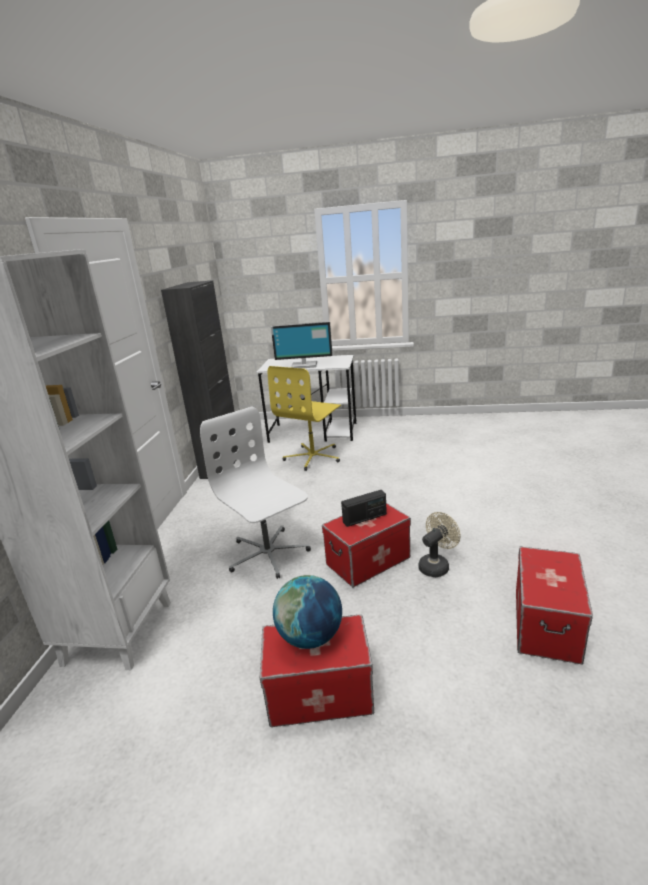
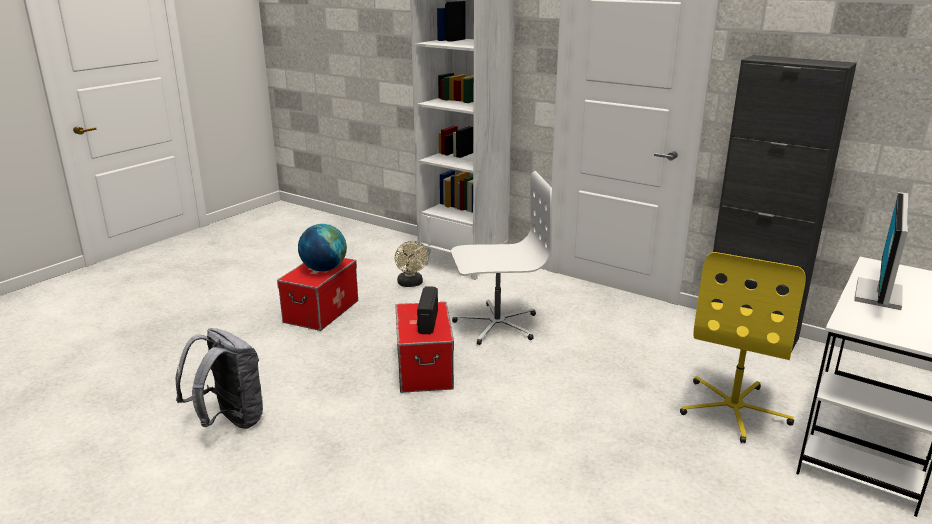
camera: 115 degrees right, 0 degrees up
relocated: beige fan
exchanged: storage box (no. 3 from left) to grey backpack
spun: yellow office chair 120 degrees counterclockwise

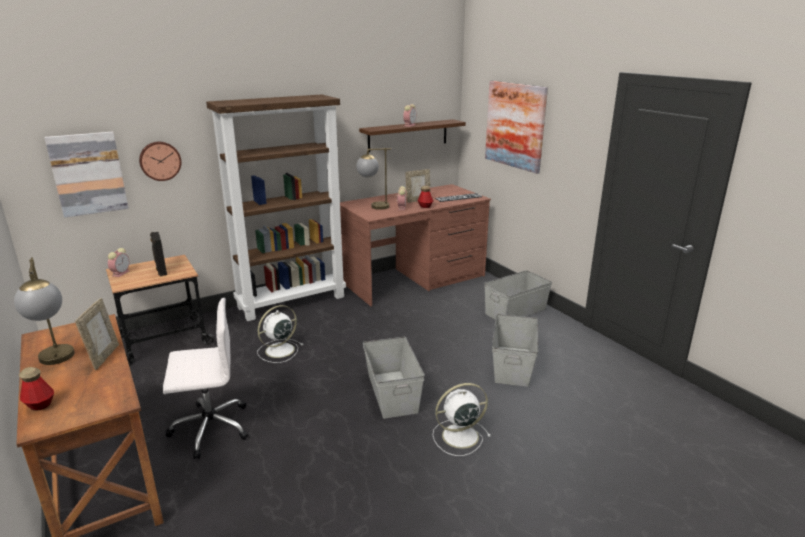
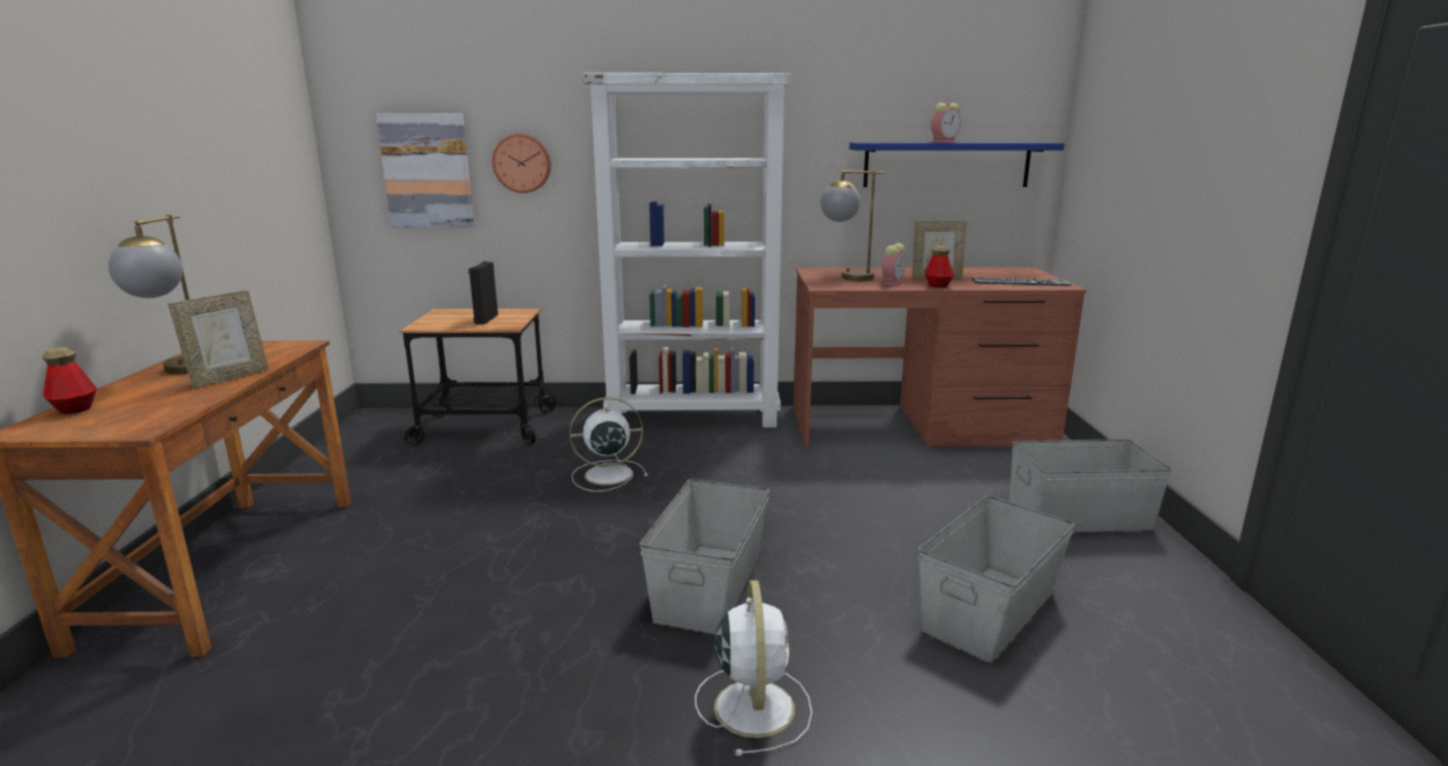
camera: 30 degrees right, 5 degrees down
missing: alarm clock (no. 1 from left); white office chair; picture (no. 2 from left)
colour: brown bookcase to white bookcase; brown shelf to blue shelf
spun: white fan (no. 2 from left) 75 degrees clockwise

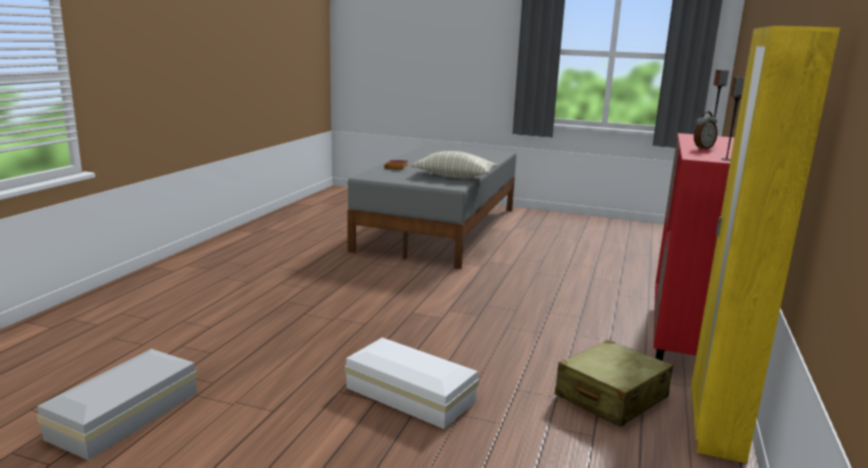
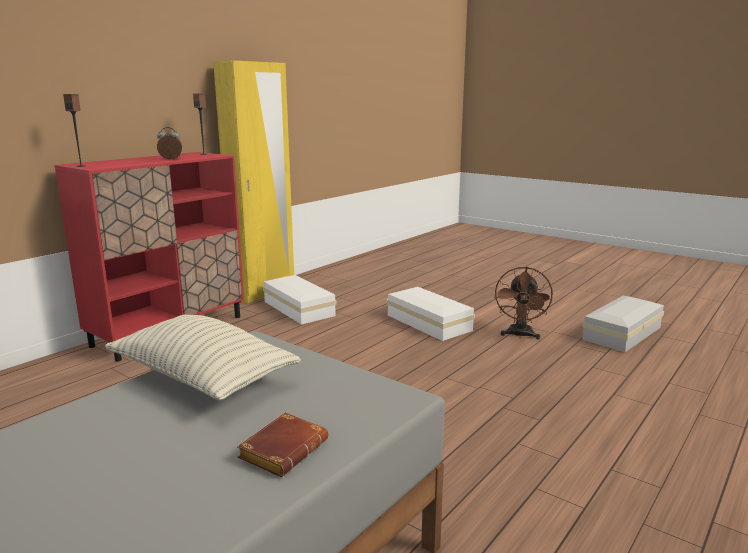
camera: 160 degrees left, 0 degrees up
appeared: brown fan
exchanged: beige suitcase to white storage box (no. 1 from left)

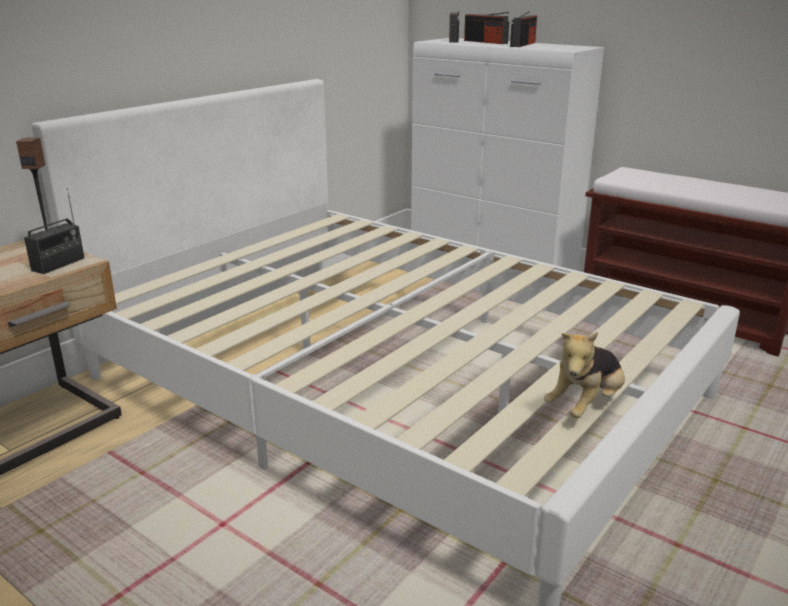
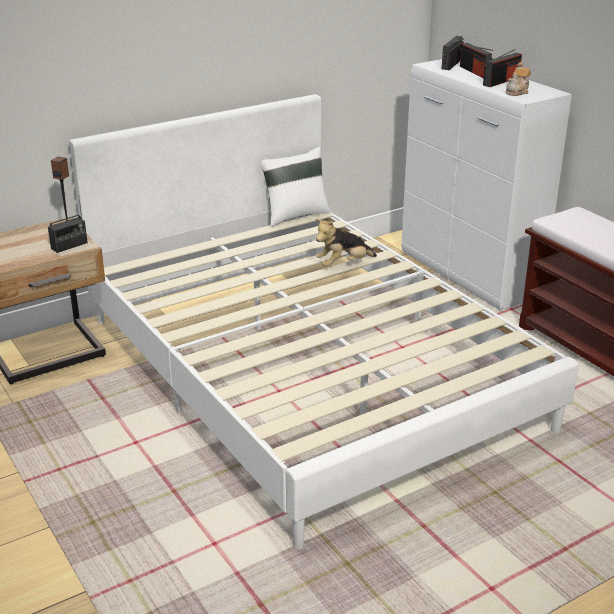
camera: 20 degrees right, 5 degrees up
appeared: white pillow; teapot
relocated: plush toy

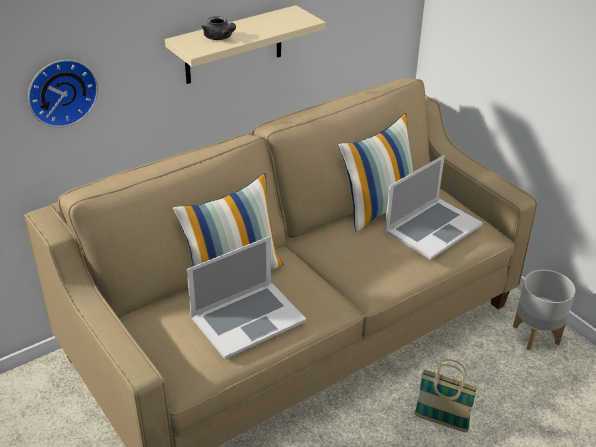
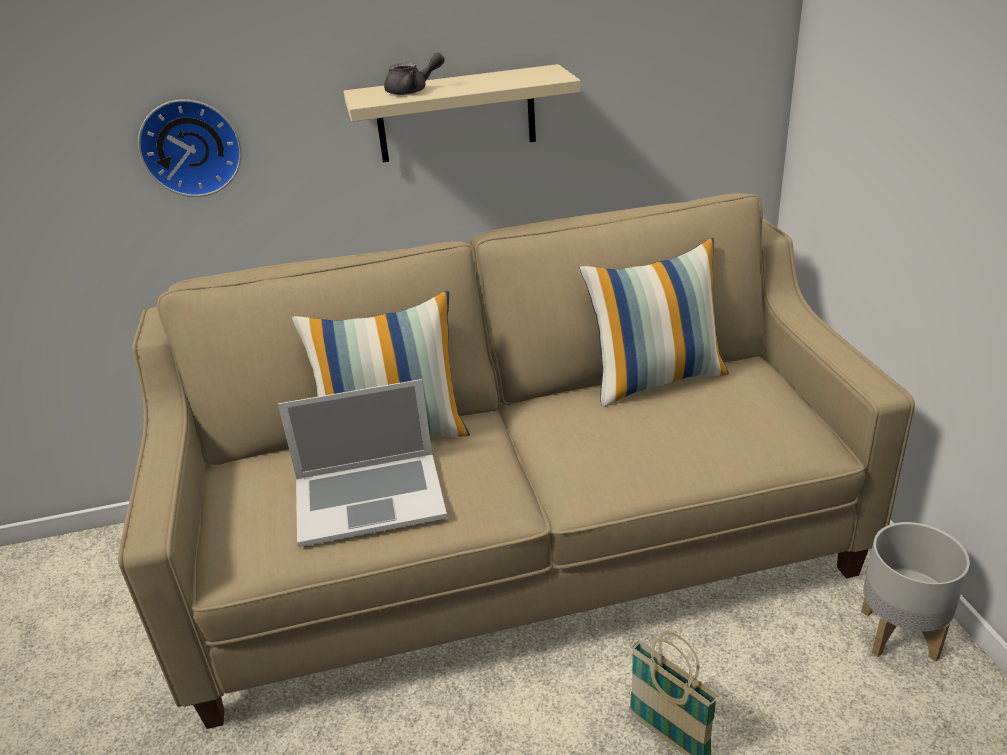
camera: 25 degrees right, 5 degrees down
missing: laptop (no. 2 from left)
spun: grey teapot 90 degrees counterclockwise

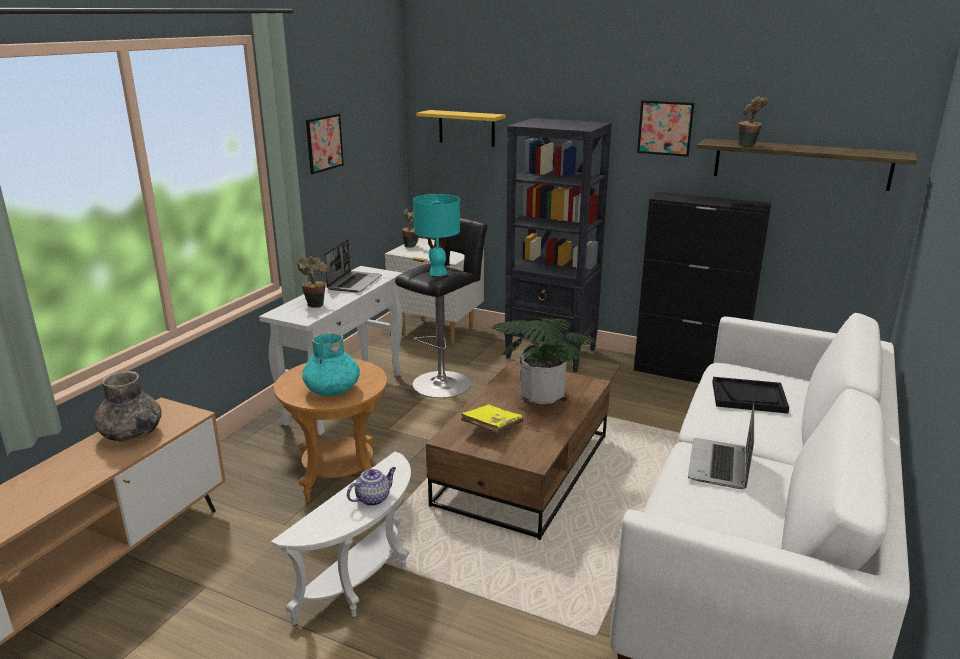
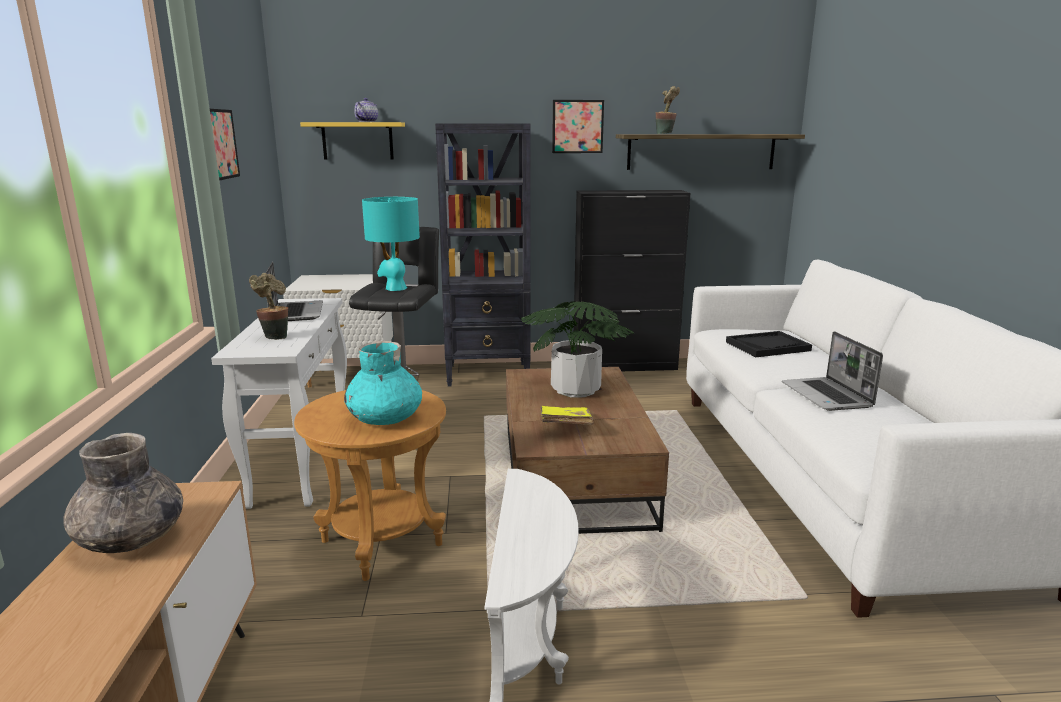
camera: 30 degrees left, 5 degrees down
missing: potted plant (no. 2 from left)
relocated: teapot

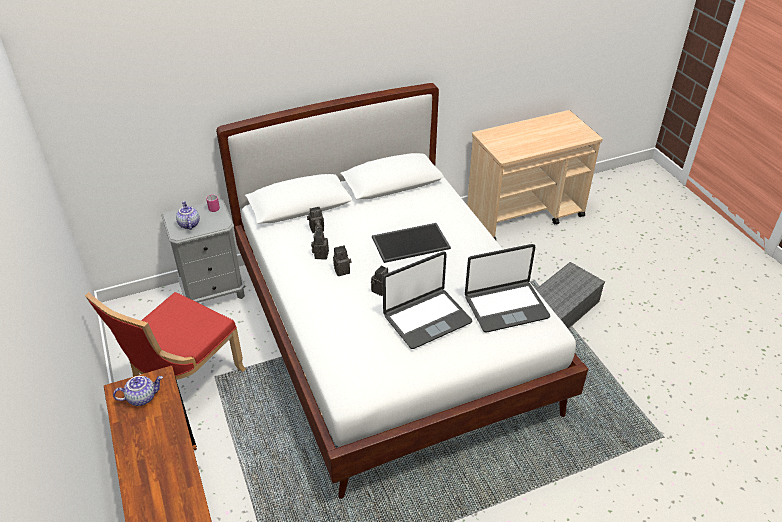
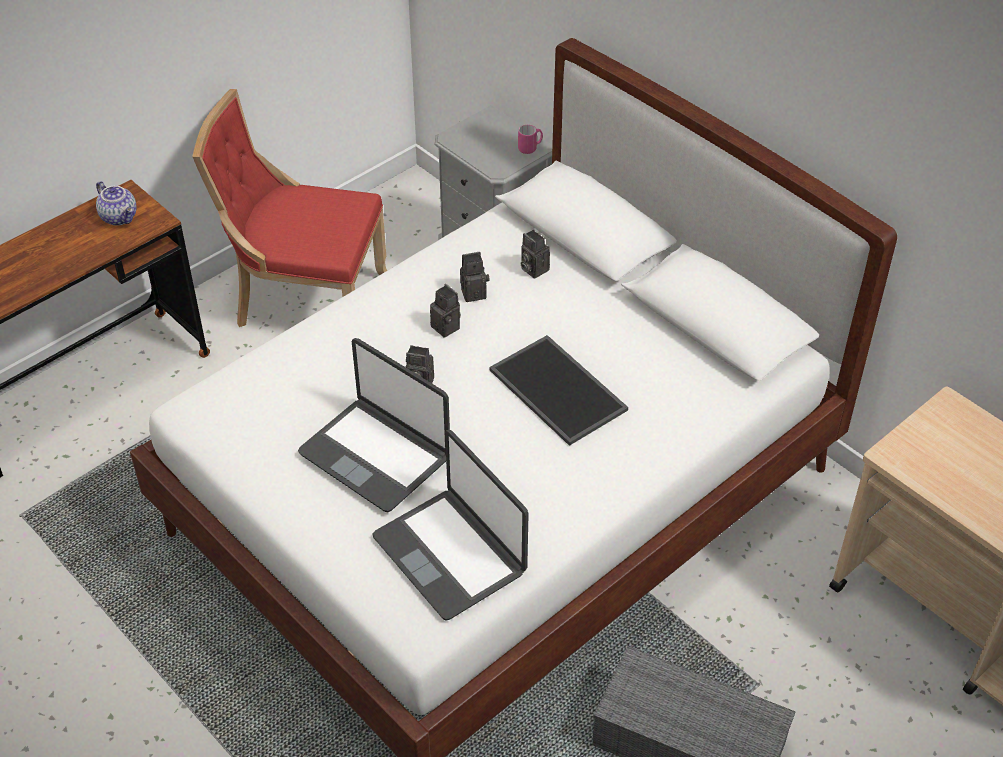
camera: 70 degrees right, 5 degrees up
missing: teapot (no. 2 from left)

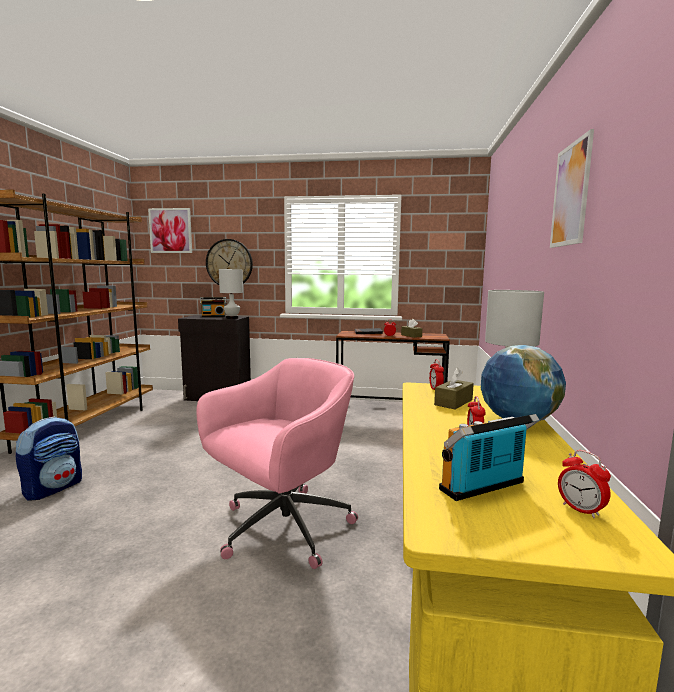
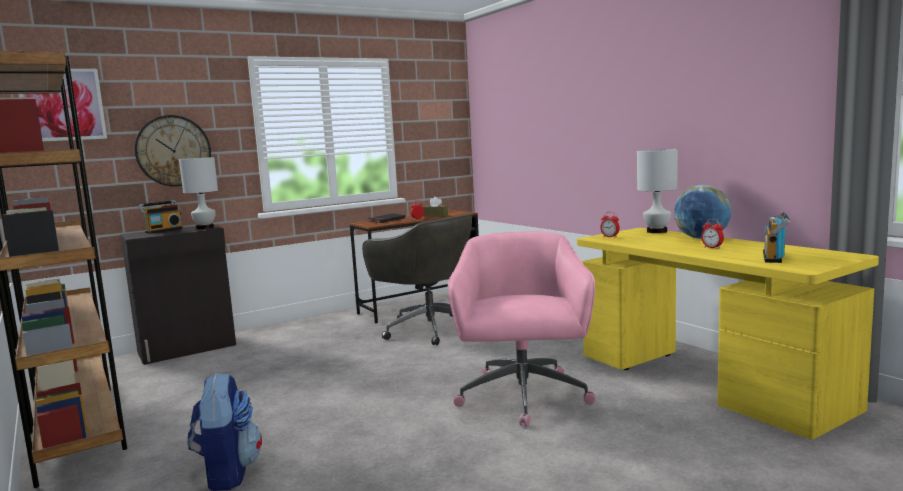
camera: 40 degrees left, 0 degrees up
missing: brown tissue box (no. 2 from left); picture (no. 2 from left); alarm clock (no. 4 from left)
appeared: grey office chair

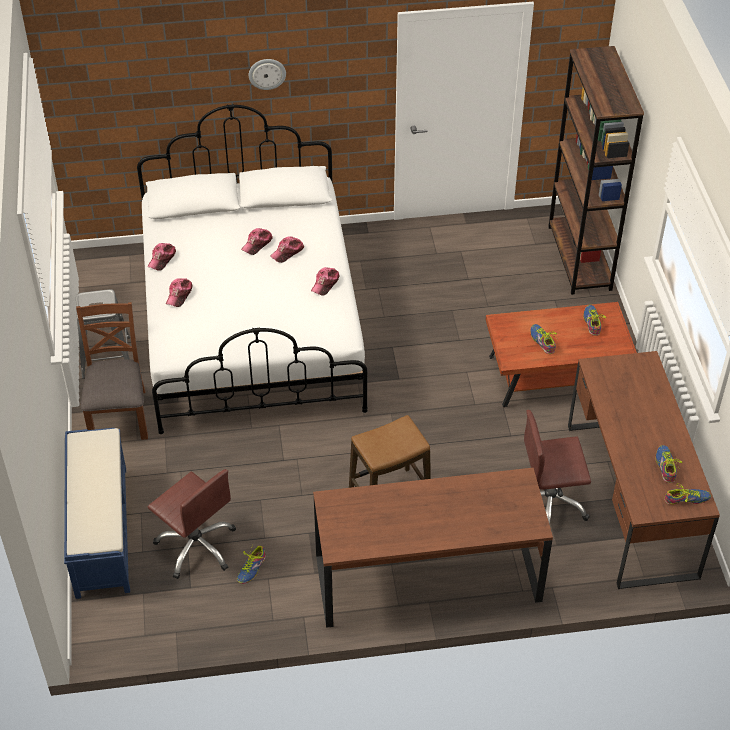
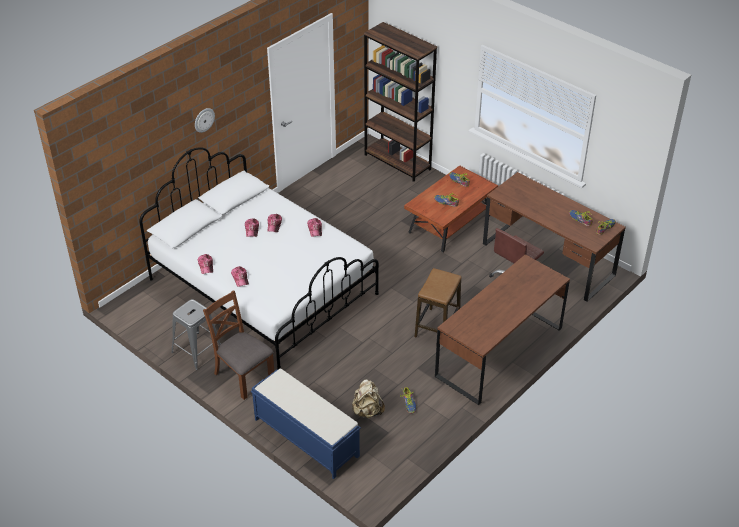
camera: 40 degrees left, 5 degrees down
exchanged: brown office chair (no. 1 from left) to beige backpack

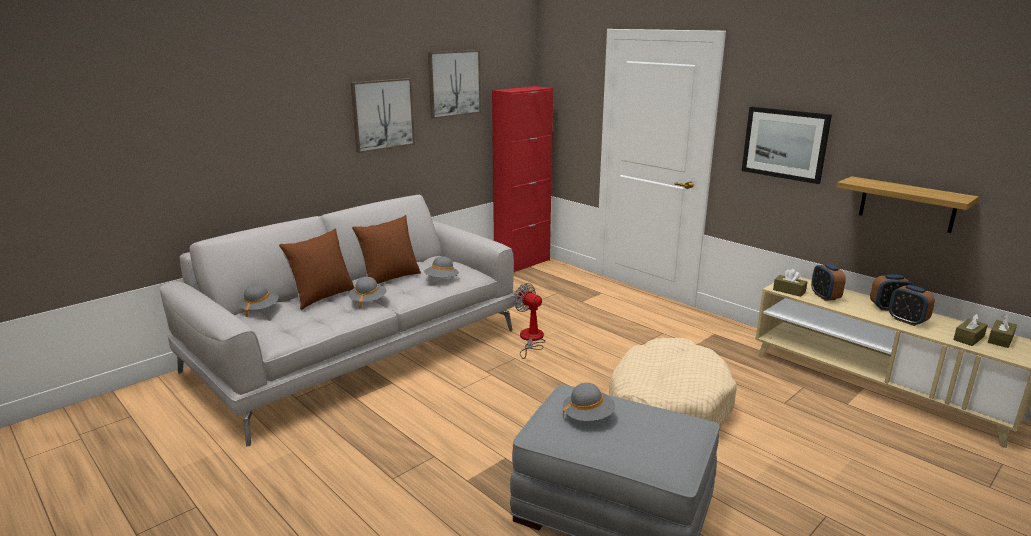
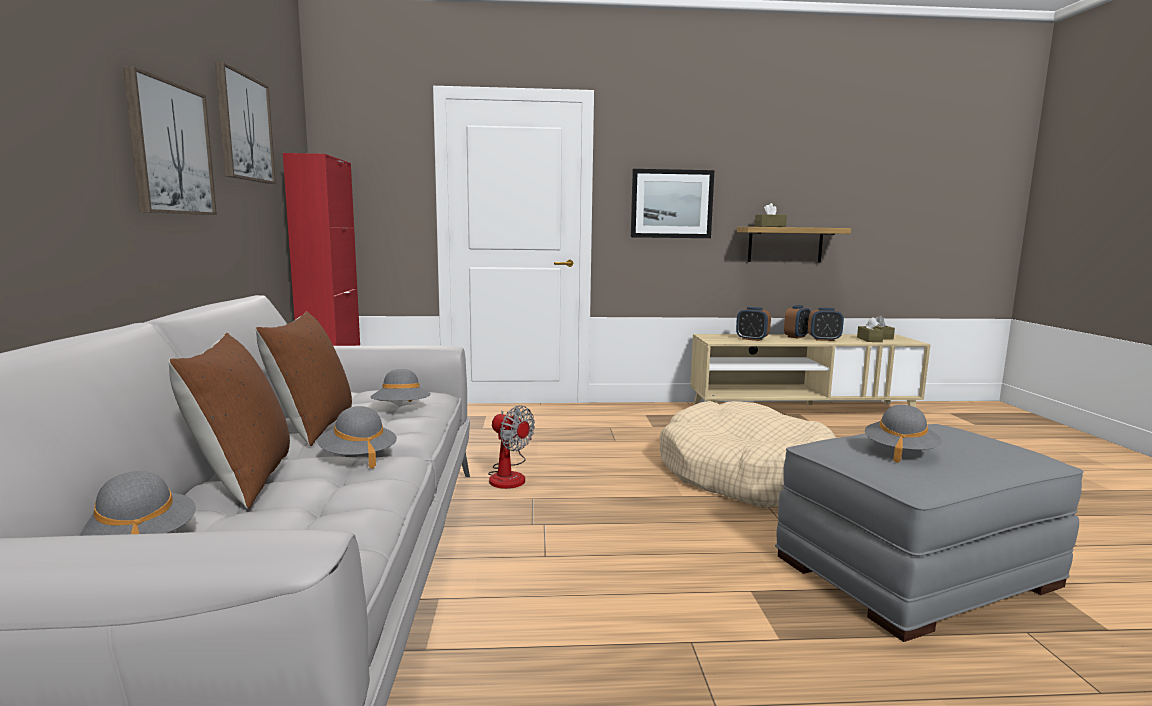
camera: 50 degrees left, 10 degrees down
relocated: brown tissue box (no. 1 from left)
spun: fan 135 degrees counterclockwise

